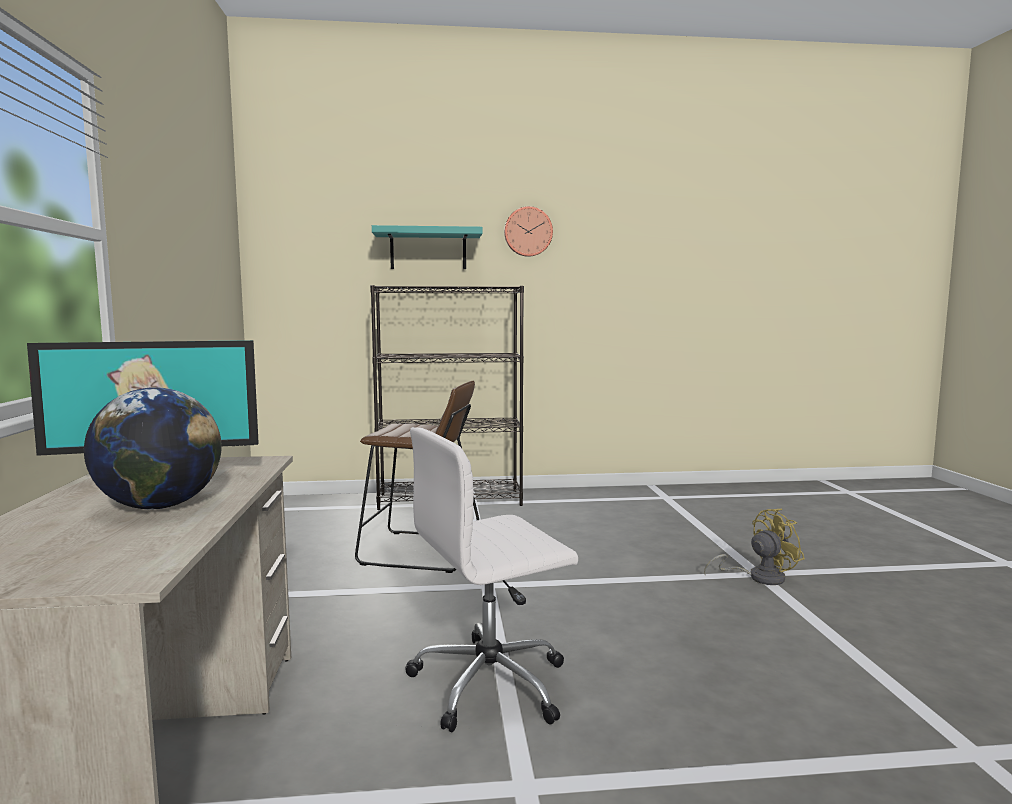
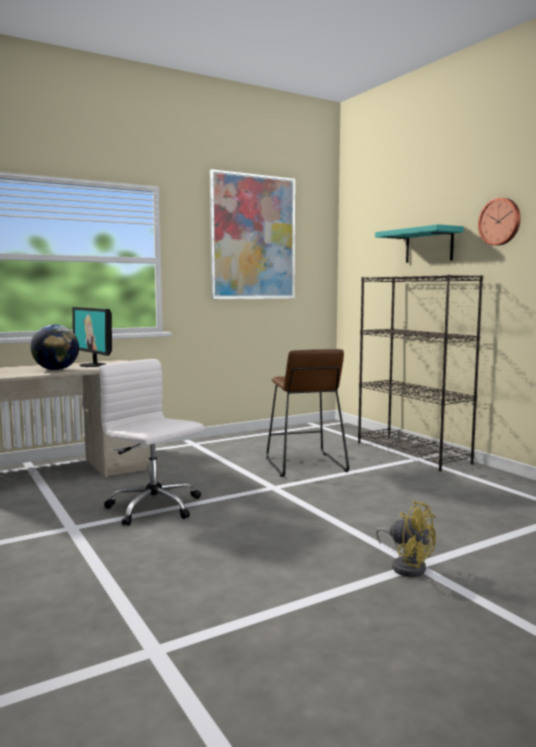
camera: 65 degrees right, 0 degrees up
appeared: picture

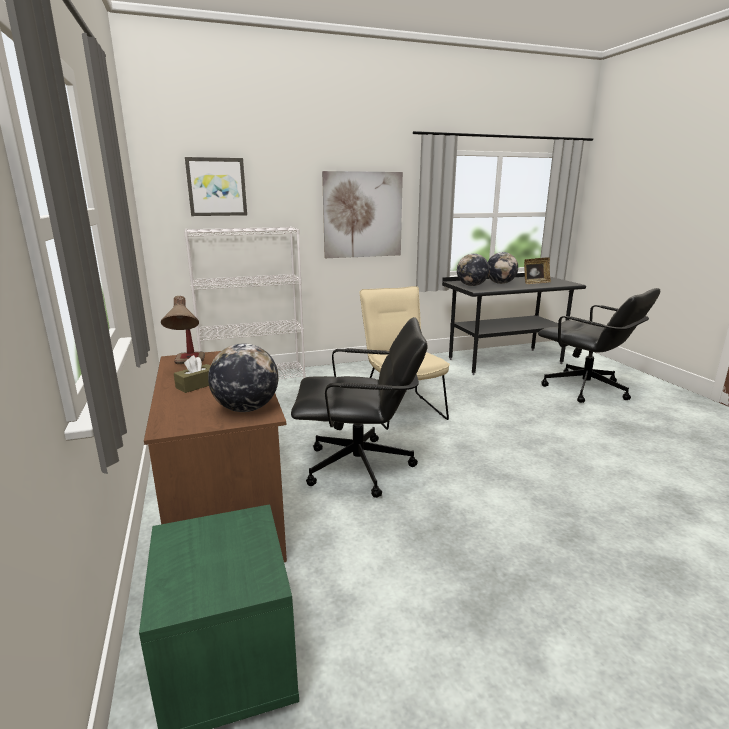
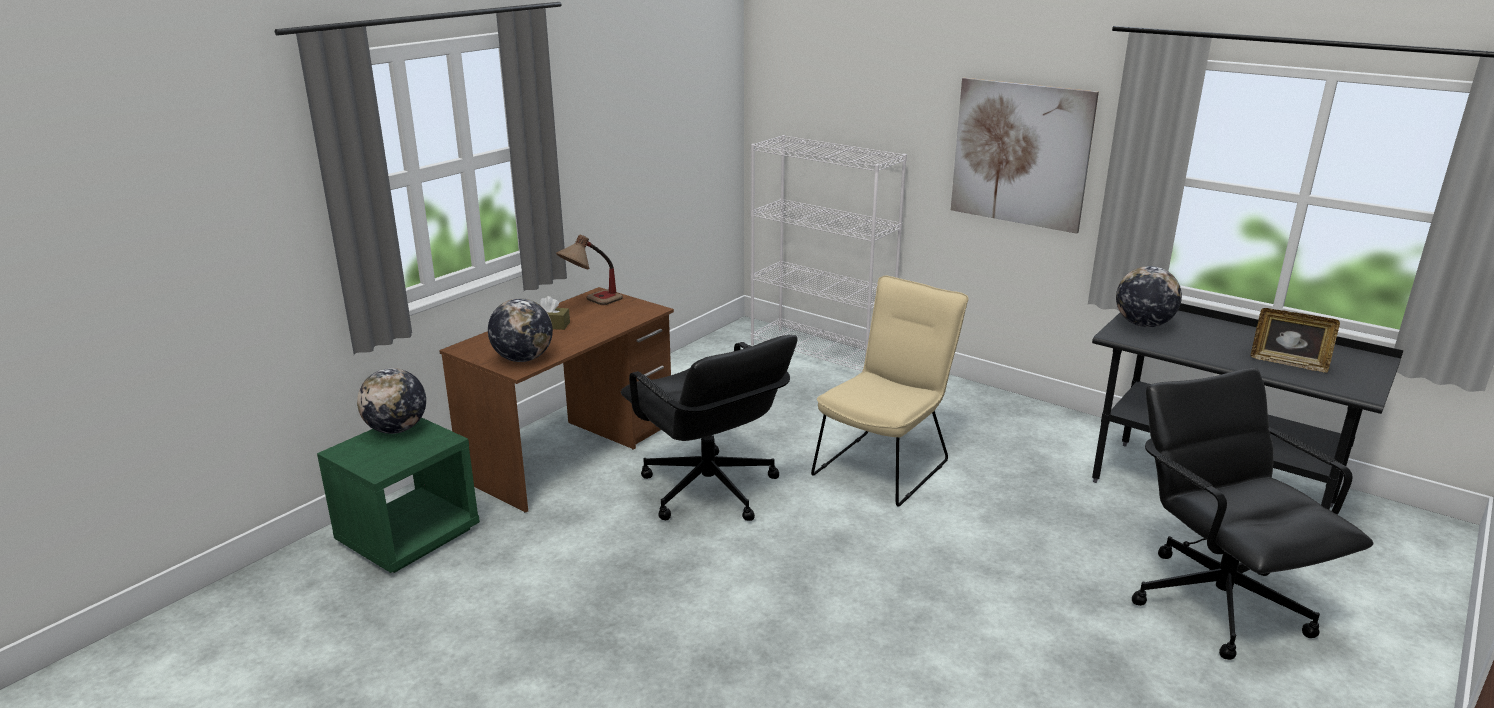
camera: 55 degrees right, 5 degrees up
missing: picture (no. 1 from left)
relocated: globe (no. 3 from left in the first image) to globe (no. 1 from left)
spun: black office chair (no. 2 from left) 150 degrees clockwise

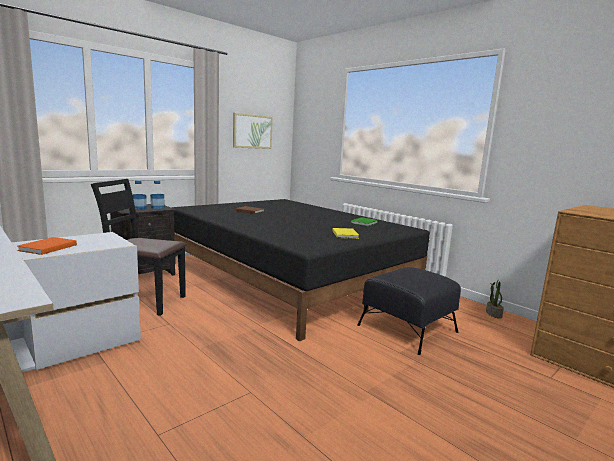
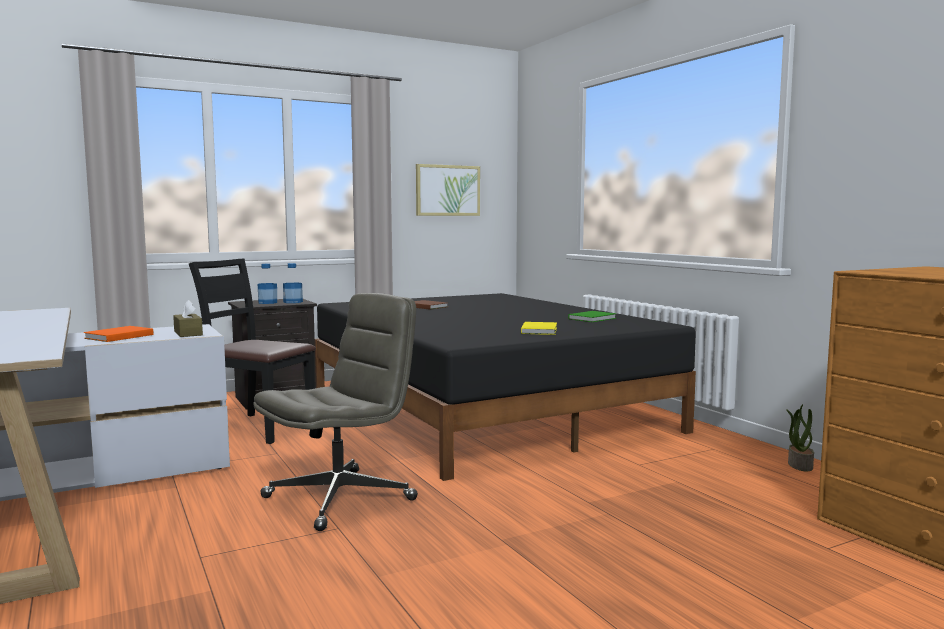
camera: 15 degrees right, 5 degrees down
missing: black ottoman
appeared: brown tissue box; grey office chair

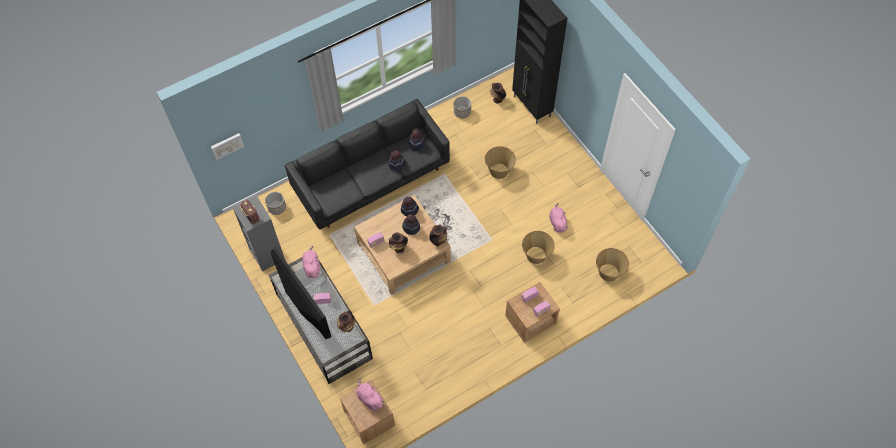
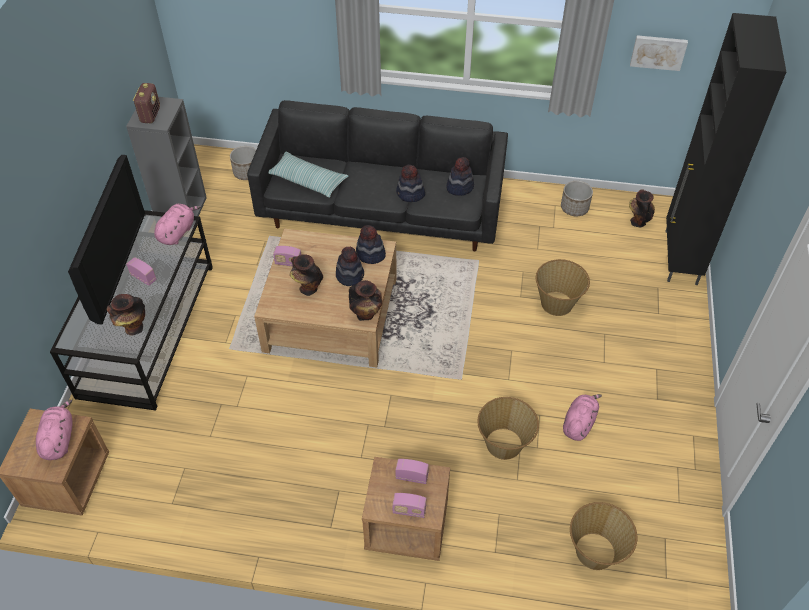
camera: 40 degrees right, 10 degrees down
appeared: pillow
relocated: picture

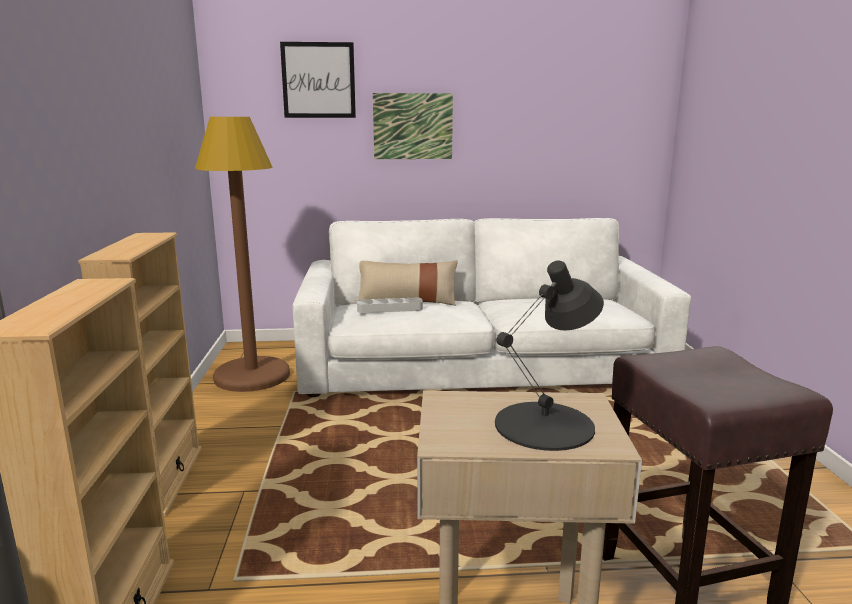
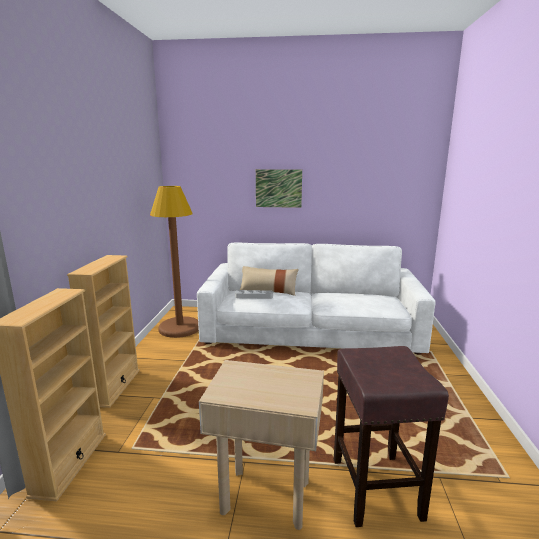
camera: 10 degrees right, 0 degrees up
missing: picture (no. 1 from left); black table lamp

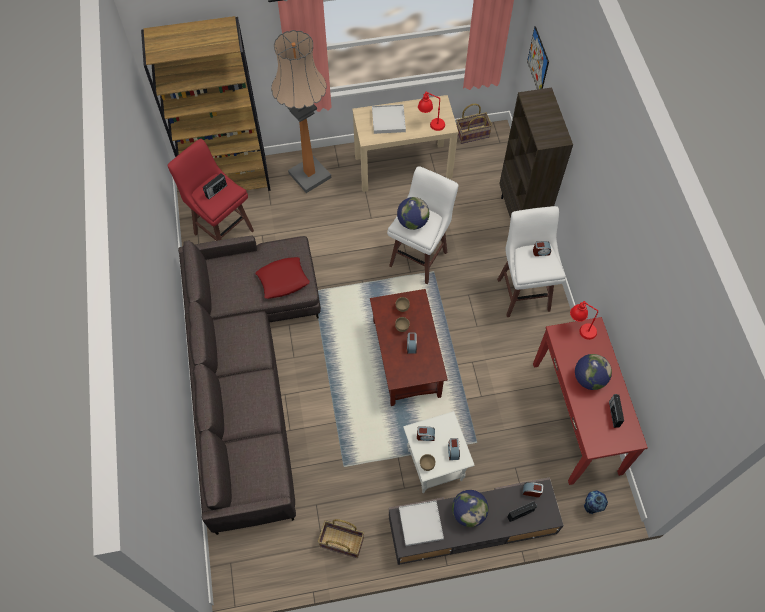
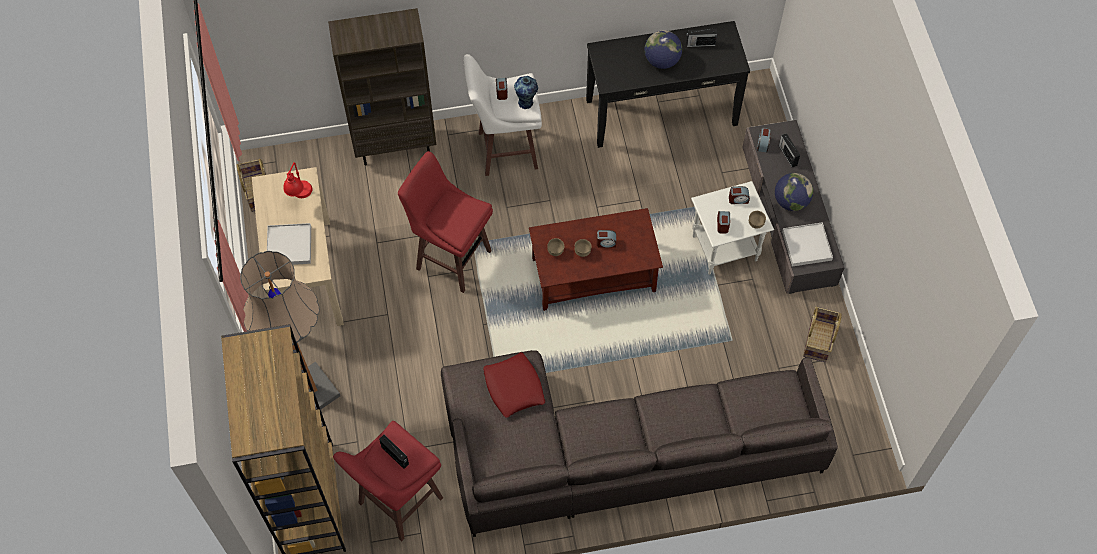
camera: 90 degrees left, 0 degrees up
missing: globe (no. 1 from left); picture; red table lamp (no. 2 from left)
relocated: vase
colour: white stool (no. 1 from left) to red stool (no. 2 from left); red console table to black console table

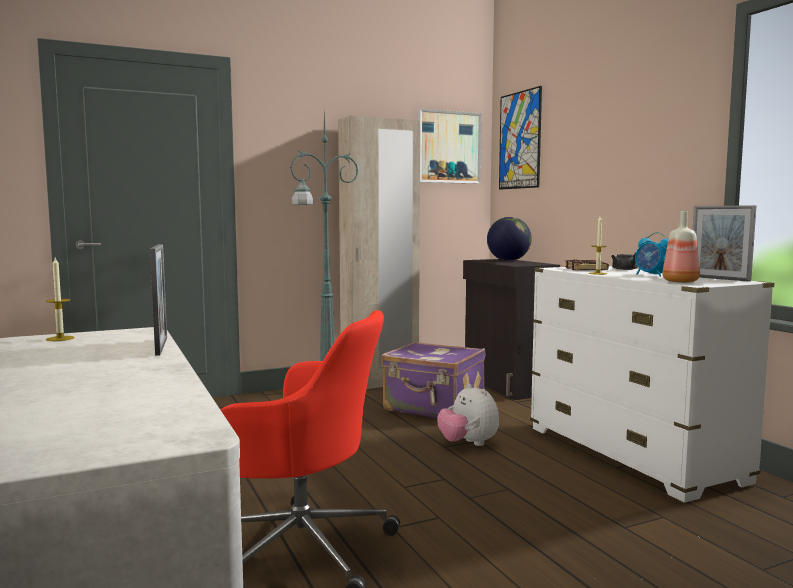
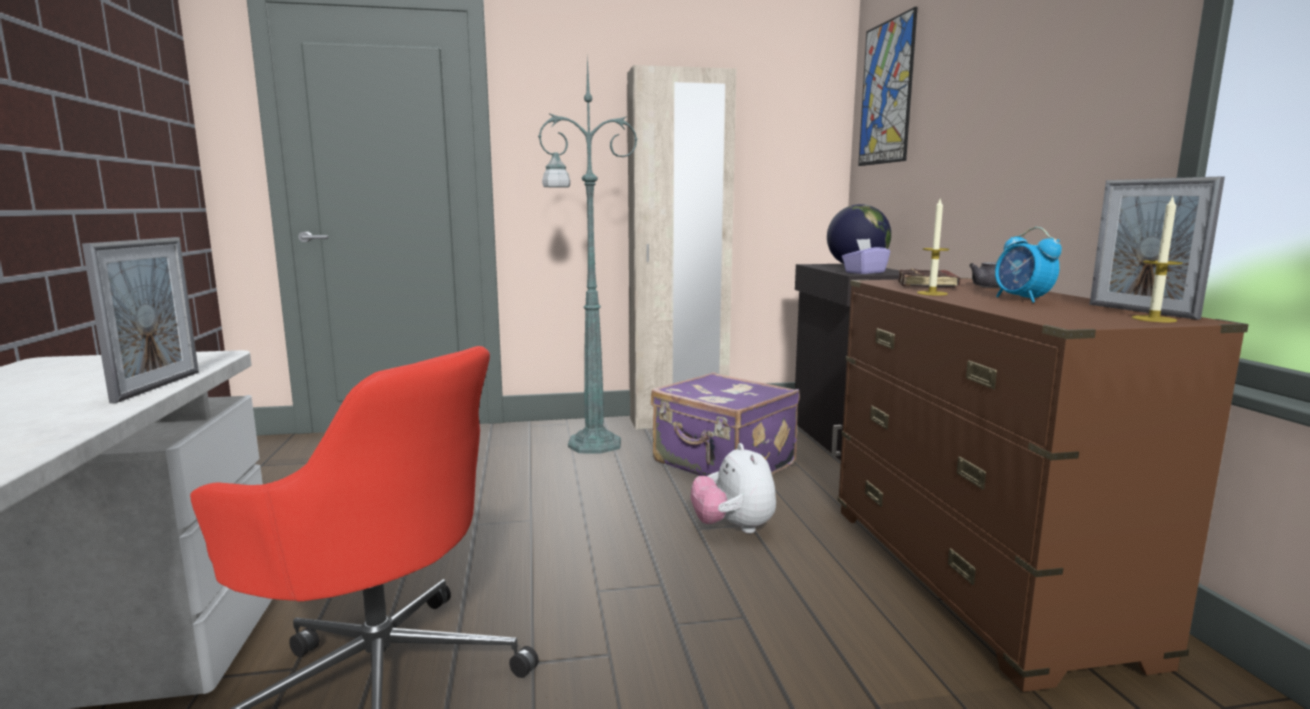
camera: 15 degrees right, 5 degrees up
missing: picture (no. 1 from left); bottle
appeared: purple tissue box
relocated: candle (no. 1 from left in the first image) to candle (no. 2 from left)
colour: white dresser to brown dresser

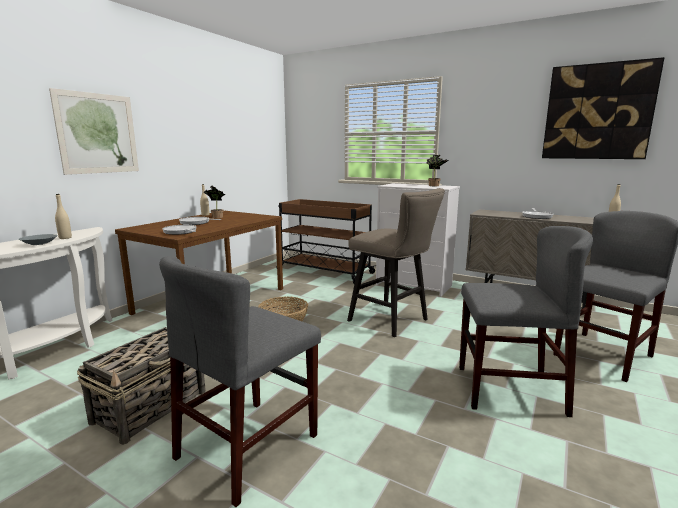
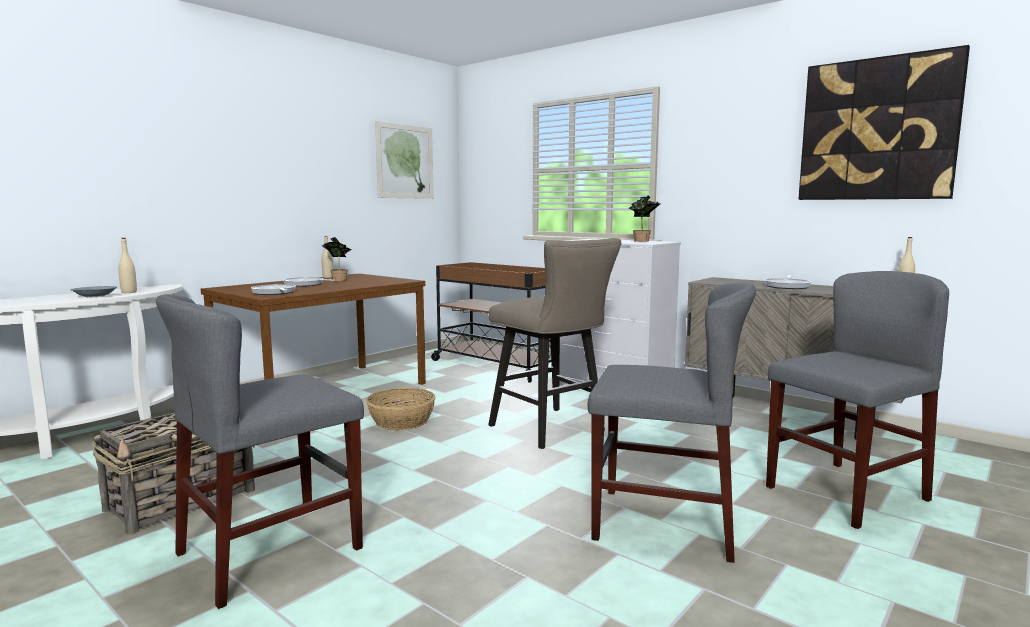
camera: 10 degrees right, 5 degrees down
relocated: picture (no. 1 from left)

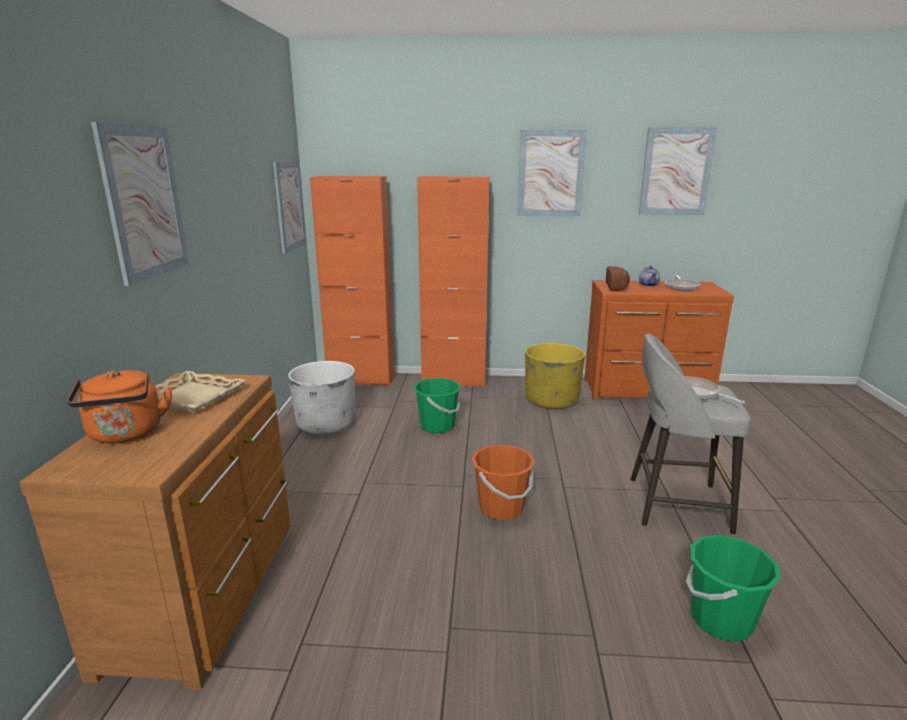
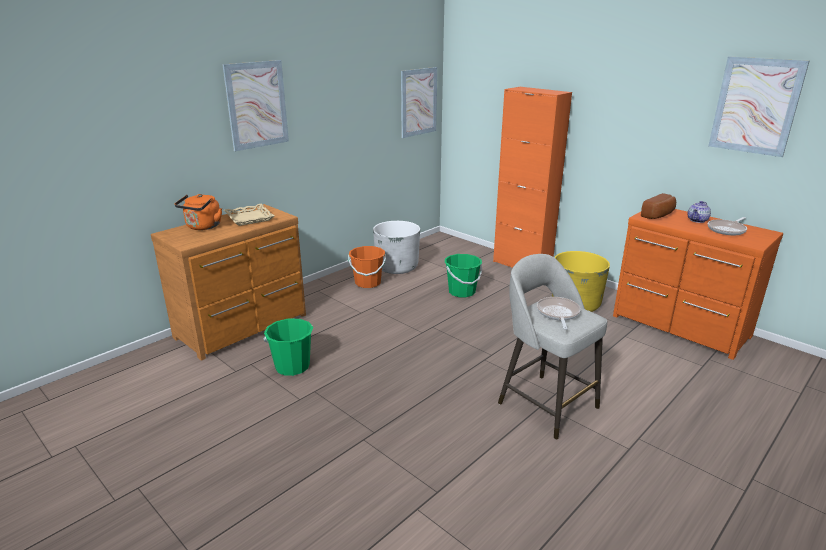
camera: 40 degrees right, 5 degrees up
missing: orange cabinet (no. 1 from left); picture (no. 3 from left)
relocated: orange bucket; green bucket (no. 2 from left in the first image) to green bucket (no. 1 from left)

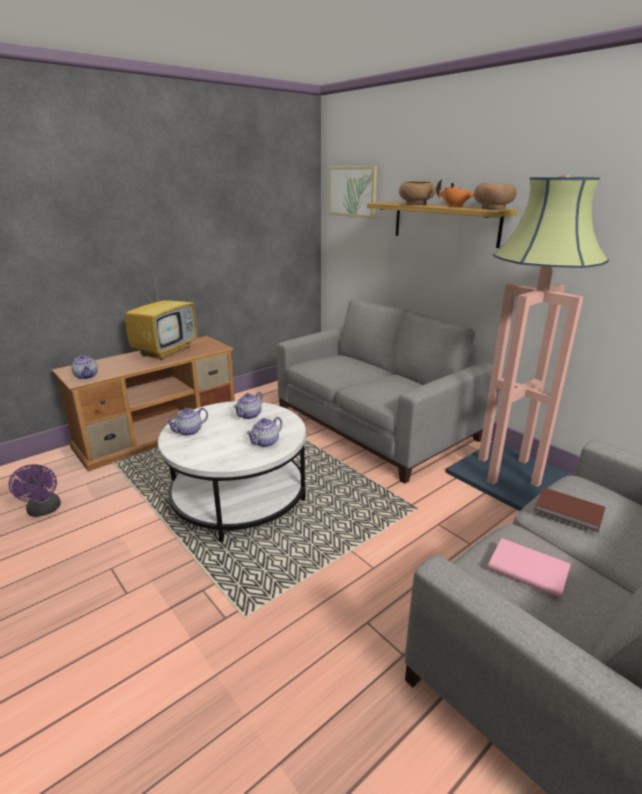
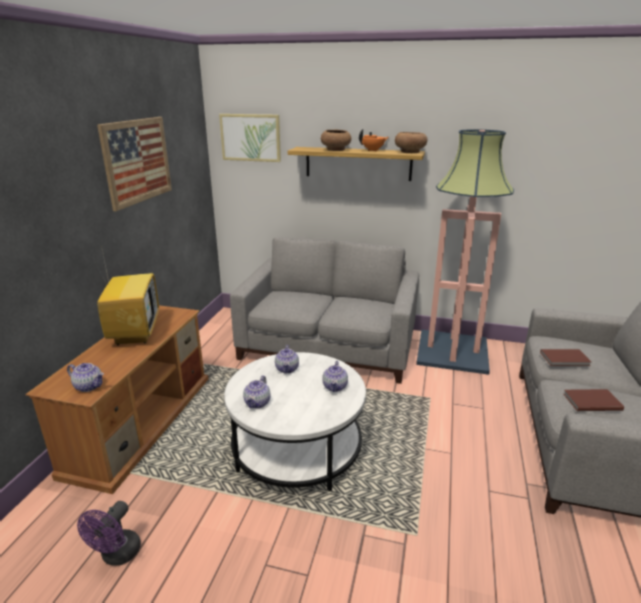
camera: 35 degrees left, 0 degrees up
appeared: picture (no. 1 from left)
colour: pink book to brown book (no. 2 from left)
spun: purple fan 75 degrees clockwise

